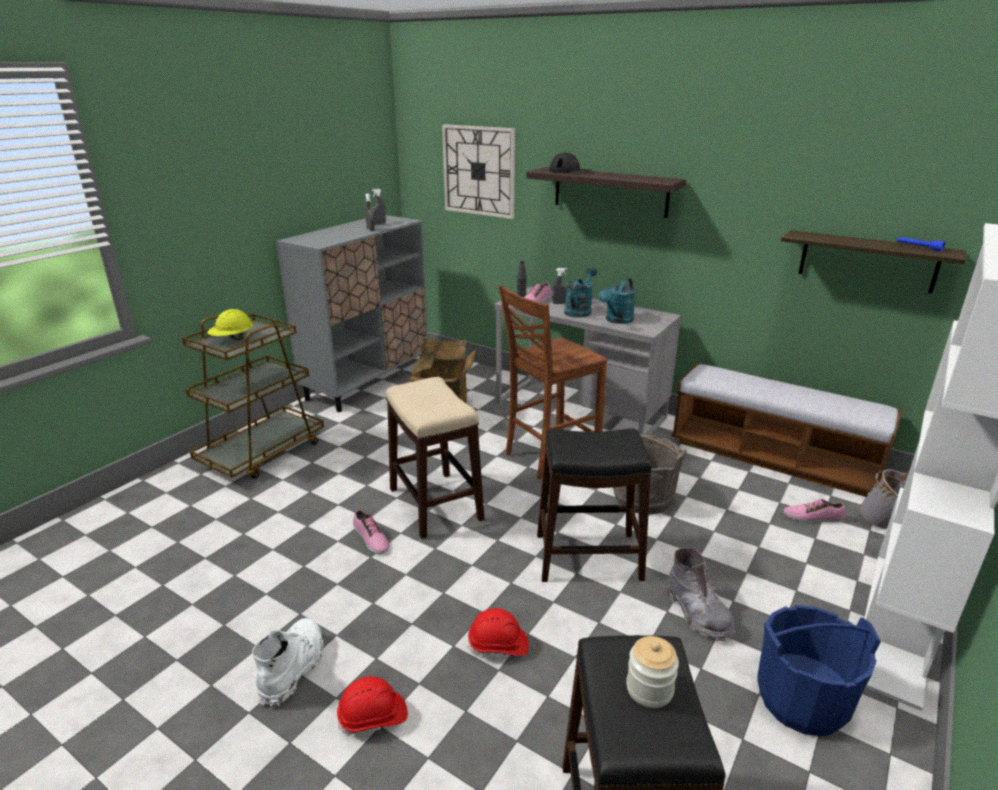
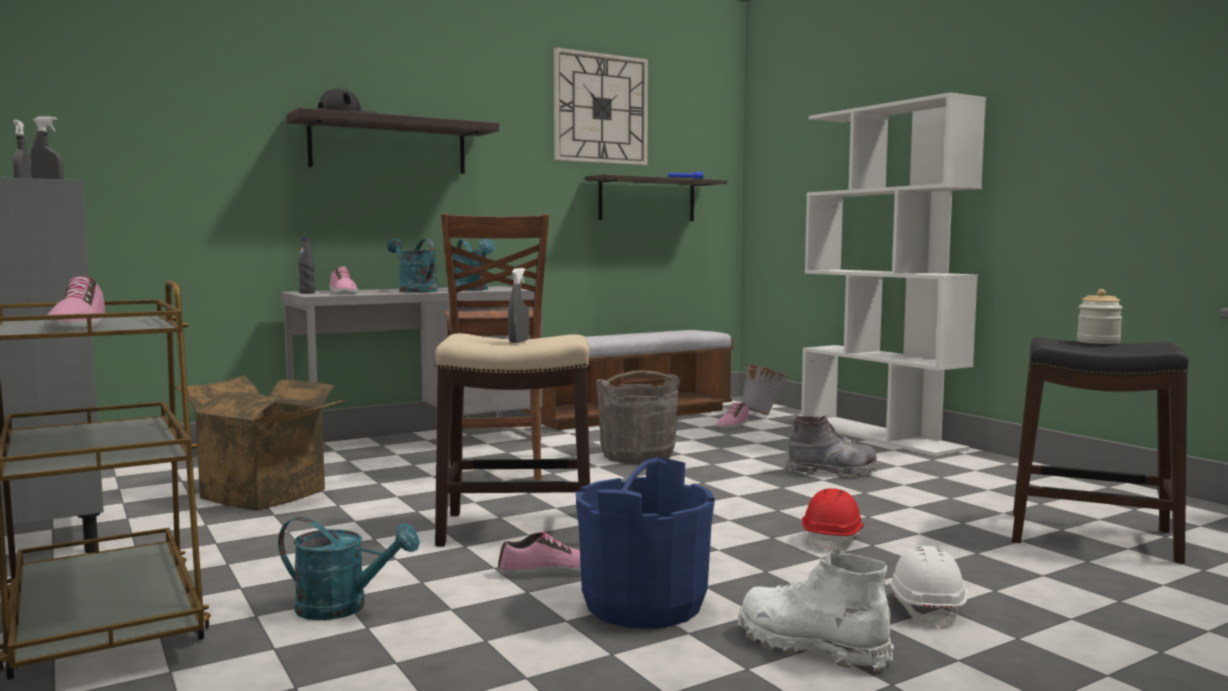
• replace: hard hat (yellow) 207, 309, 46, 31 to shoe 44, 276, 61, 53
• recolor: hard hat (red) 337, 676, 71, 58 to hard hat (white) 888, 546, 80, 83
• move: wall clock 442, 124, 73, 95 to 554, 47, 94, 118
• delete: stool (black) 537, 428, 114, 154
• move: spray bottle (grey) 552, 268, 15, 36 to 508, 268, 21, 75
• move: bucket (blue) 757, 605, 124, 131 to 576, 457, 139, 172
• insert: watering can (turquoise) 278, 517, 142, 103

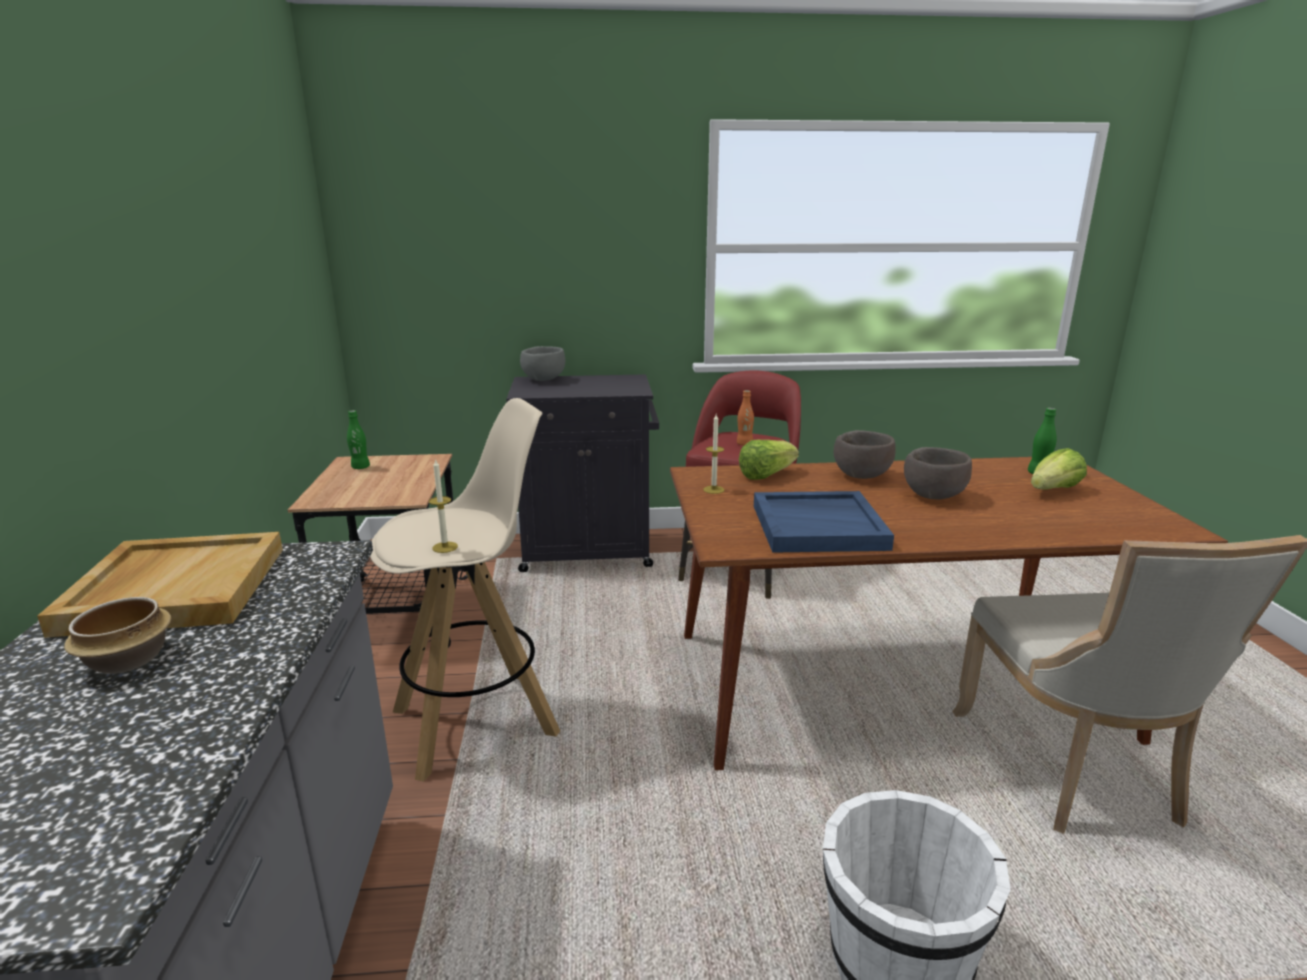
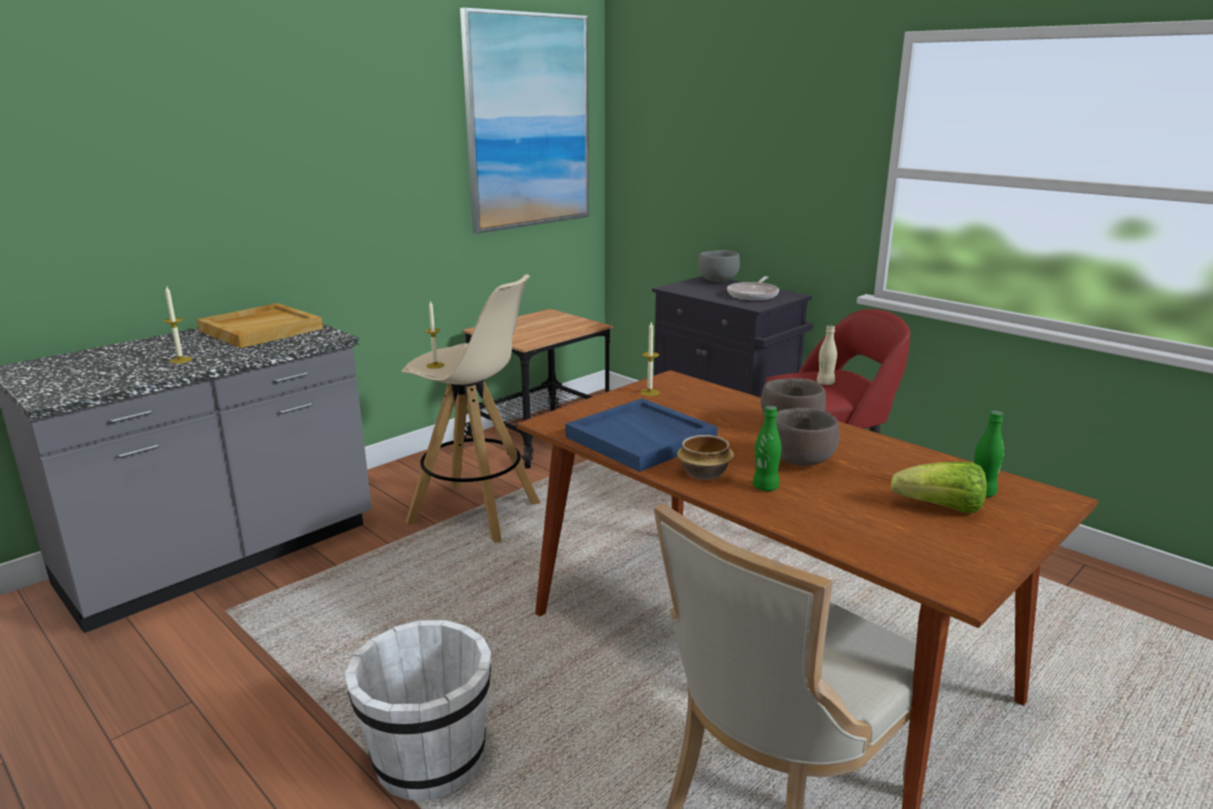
• move: bowl 64, 597, 107, 77 to 677, 435, 57, 45
• move: bottle (green) 347, 410, 23, 59 to 753, 406, 28, 85
• recolor: bottle (orange) 737, 390, 17, 56 to bottle (beige) 817, 326, 20, 59
• delete: lettuce 739, 440, 60, 40
• insert: candle 163, 285, 29, 79
• insert: picture 460, 7, 129, 227
• insert: frying pan 727, 276, 52, 24

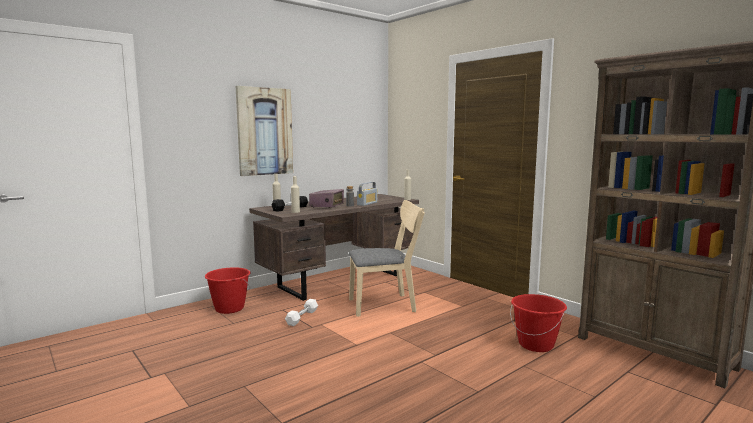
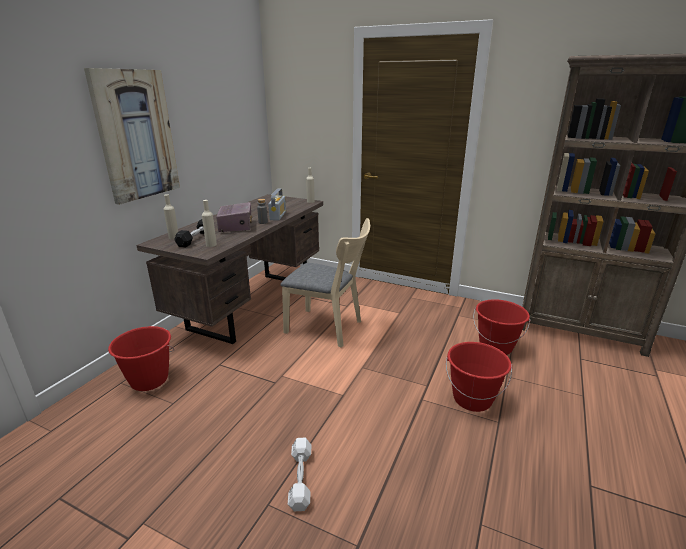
• move: dumbbell (white) 285, 299, 33, 27 to 288, 438, 23, 73
• rotate: chair (beige) 349, 200, 76, 117 = 281, 218, 90, 130 60 degrees clockwise
• insert: bucket (red) 446, 342, 66, 70

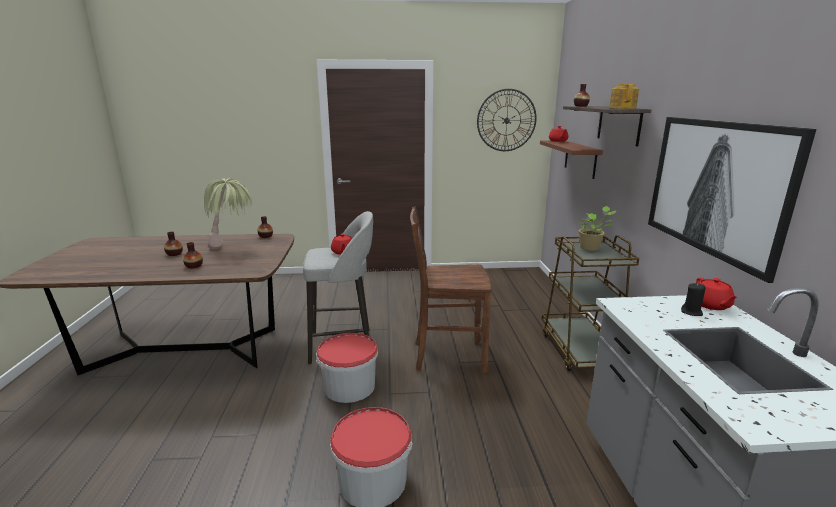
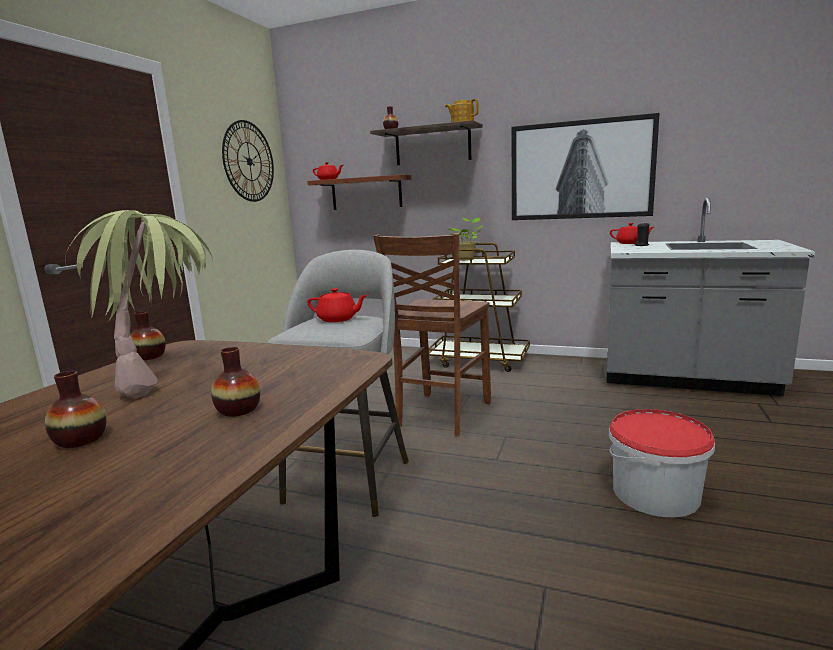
• delete: bucket 317, 333, 61, 70

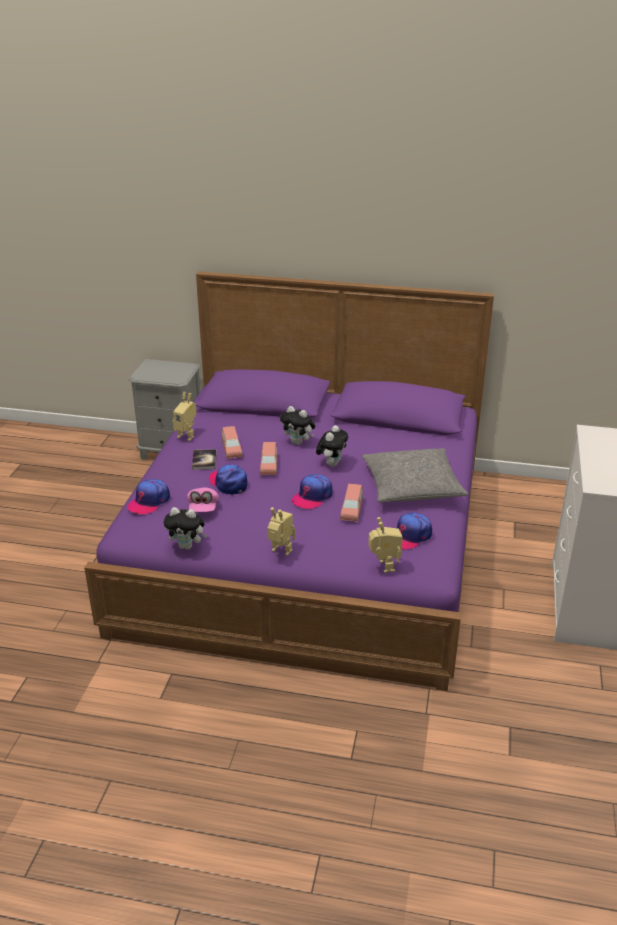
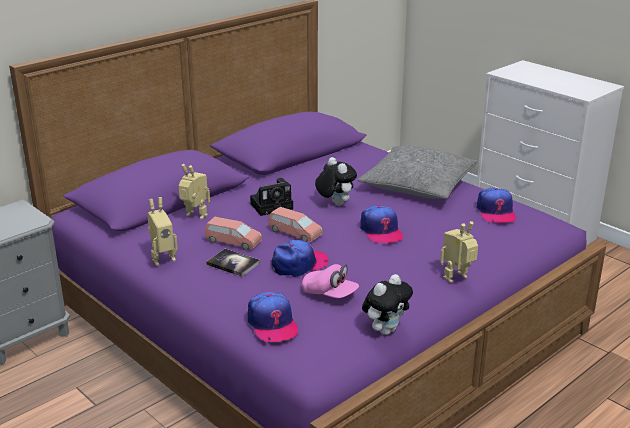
• rotate: cap 209, 465, 38, 30 = 272, 240, 57, 37 150 degrees clockwise
• replace: plush toy 280, 406, 35, 39 to photo camera 250, 178, 43, 38
• delete: toy car (pink) 340, 484, 23, 38
• move: toy robot 368, 517, 35, 56 to 179, 164, 31, 55

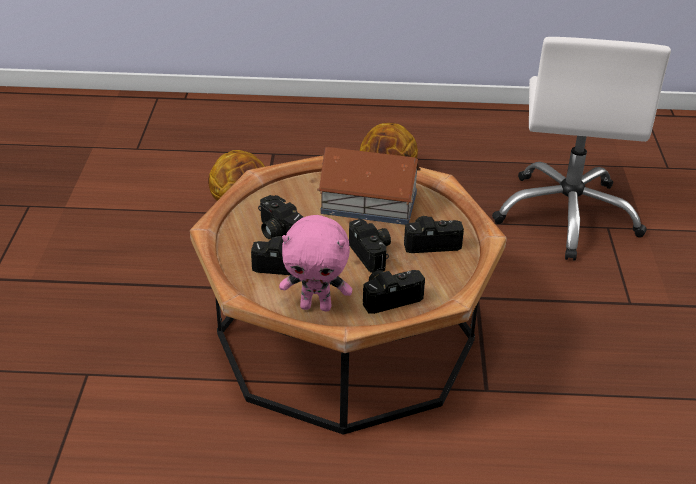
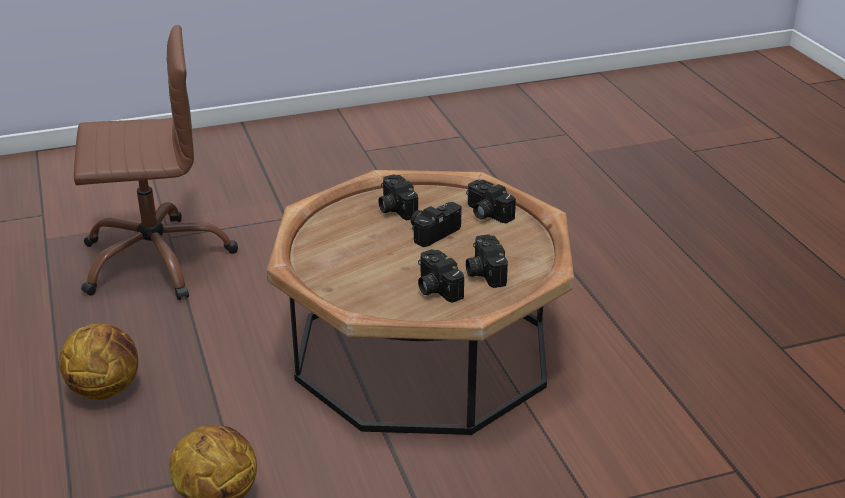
• rotate: photo camera 258, 195, 45, 44 = 418, 249, 46, 54 120 degrees clockwise
• delete: plush toy (pink) 279, 215, 73, 96
• delete: toy house 317, 147, 104, 78
• recolor: office chair (white) 492, 37, 179, 223 to office chair (brown) 74, 25, 164, 275

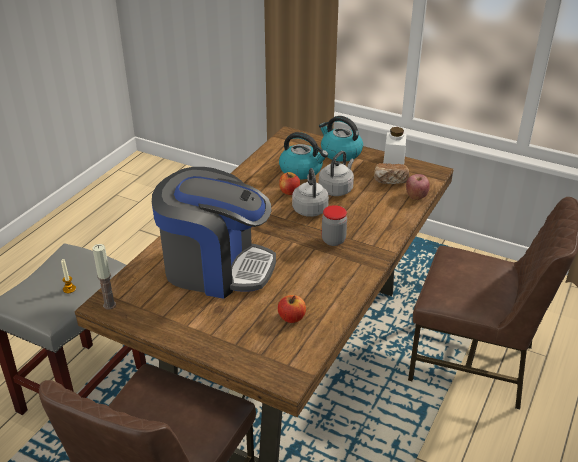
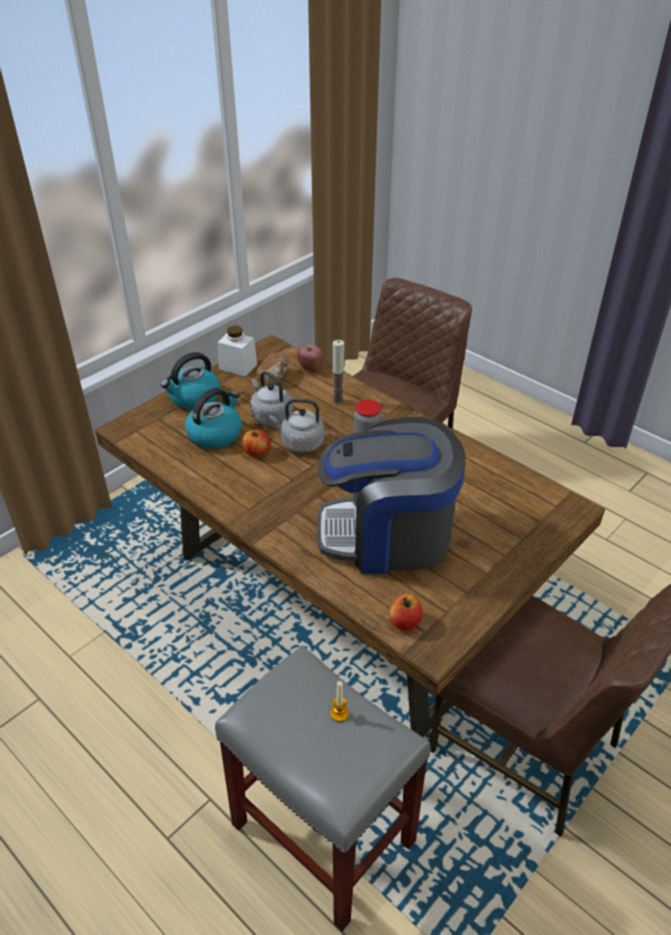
• move: candle 92, 244, 24, 65 to 332, 340, 13, 65
• rotate: coffee machine 152, 167, 124, 132 = 317, 417, 149, 157 120 degrees counterclockwise
• move: apple 278, 295, 28, 28 to 389, 594, 34, 37

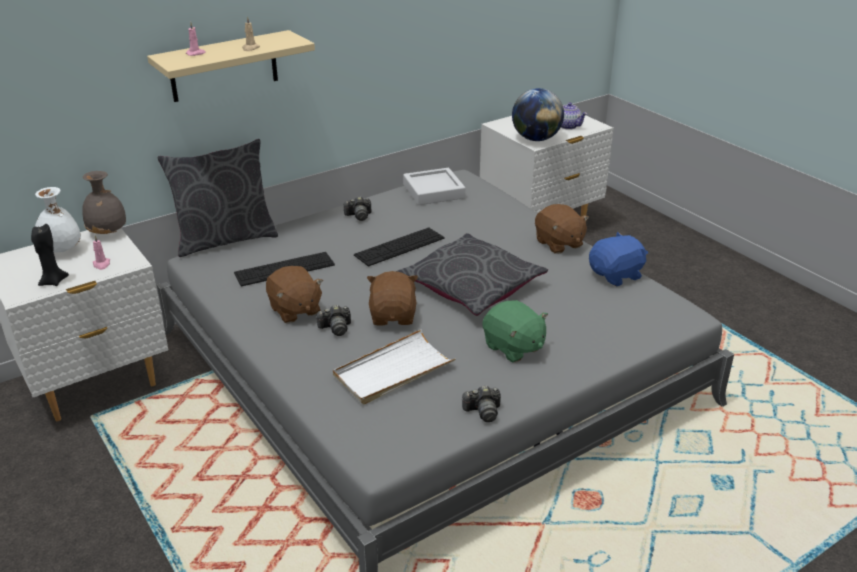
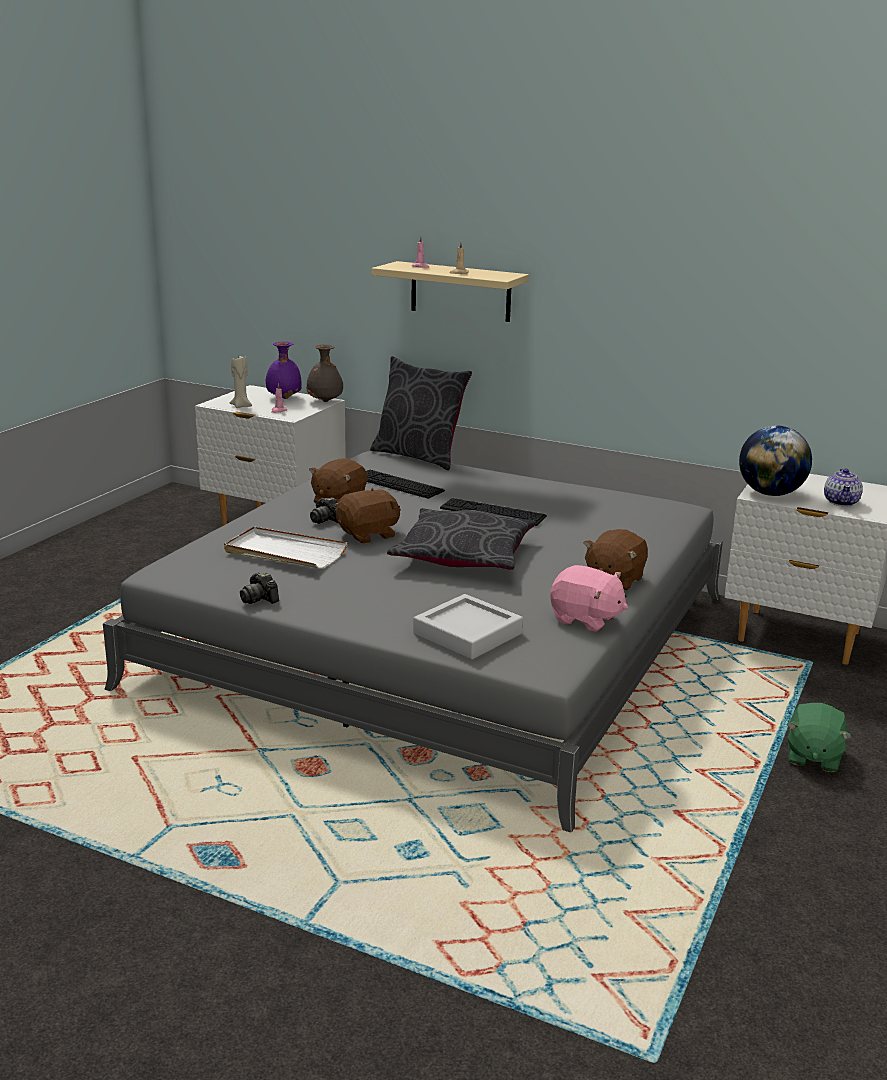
• recolor: candle (black) 31, 224, 38, 62 to candle (beige) 230, 356, 22, 52
• recolor: vase (white) 35, 187, 46, 65 to vase (purple) 266, 341, 35, 58
• delete: photo camera 343, 196, 29, 25
• move: tray (grey) 403, 168, 63, 37 to 413, 594, 110, 66
• move: plush toy (green) 483, 300, 65, 63 to 787, 703, 65, 69
• recolor: plush toy (blue) 589, 232, 59, 54 to plush toy (pink) 550, 565, 78, 67

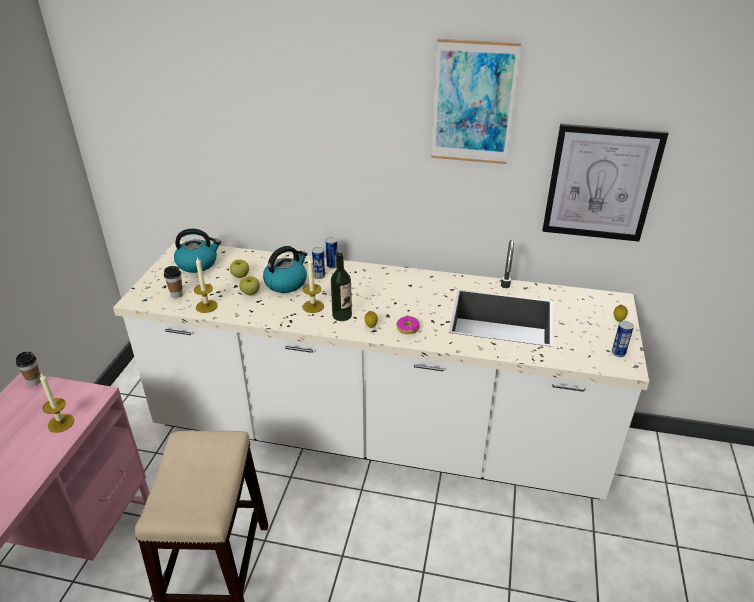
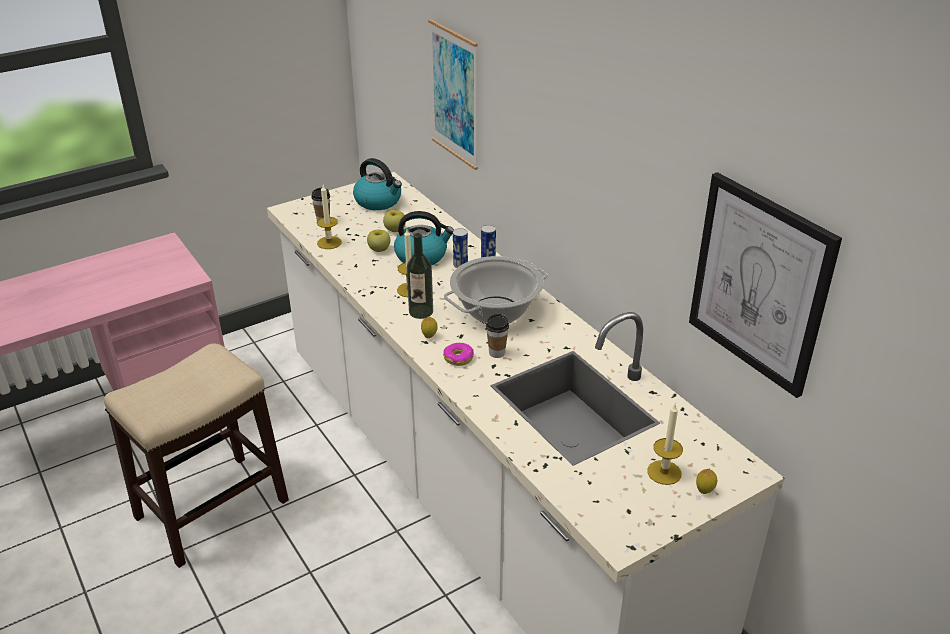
• move: cup 16, 351, 25, 35 to 486, 314, 23, 44
• move: candle 40, 374, 34, 59 to 647, 404, 36, 81
• move: picture 431, 39, 90, 125 to 428, 19, 50, 151
• delete: can 612, 321, 22, 36
• insert: cooking pot 444, 256, 104, 68

